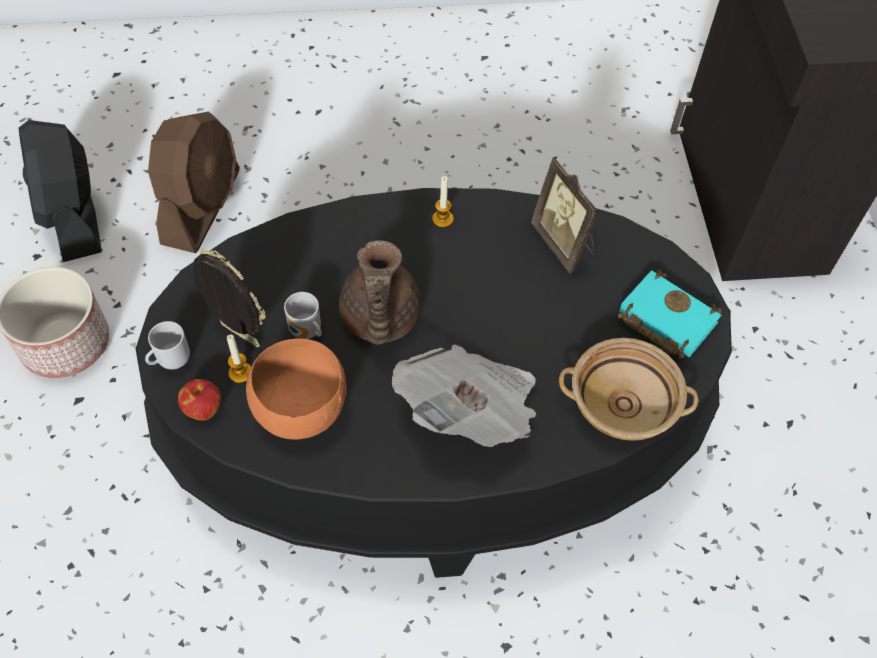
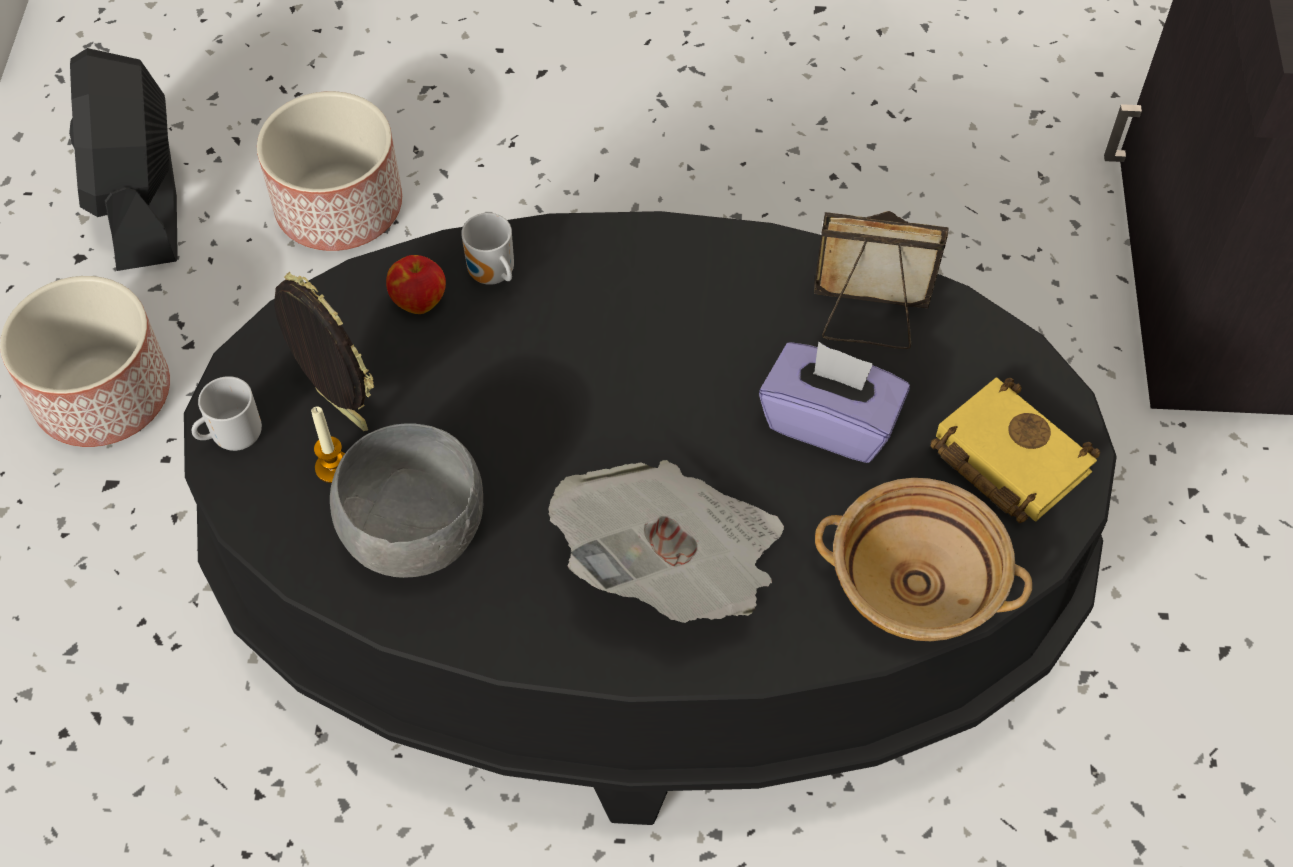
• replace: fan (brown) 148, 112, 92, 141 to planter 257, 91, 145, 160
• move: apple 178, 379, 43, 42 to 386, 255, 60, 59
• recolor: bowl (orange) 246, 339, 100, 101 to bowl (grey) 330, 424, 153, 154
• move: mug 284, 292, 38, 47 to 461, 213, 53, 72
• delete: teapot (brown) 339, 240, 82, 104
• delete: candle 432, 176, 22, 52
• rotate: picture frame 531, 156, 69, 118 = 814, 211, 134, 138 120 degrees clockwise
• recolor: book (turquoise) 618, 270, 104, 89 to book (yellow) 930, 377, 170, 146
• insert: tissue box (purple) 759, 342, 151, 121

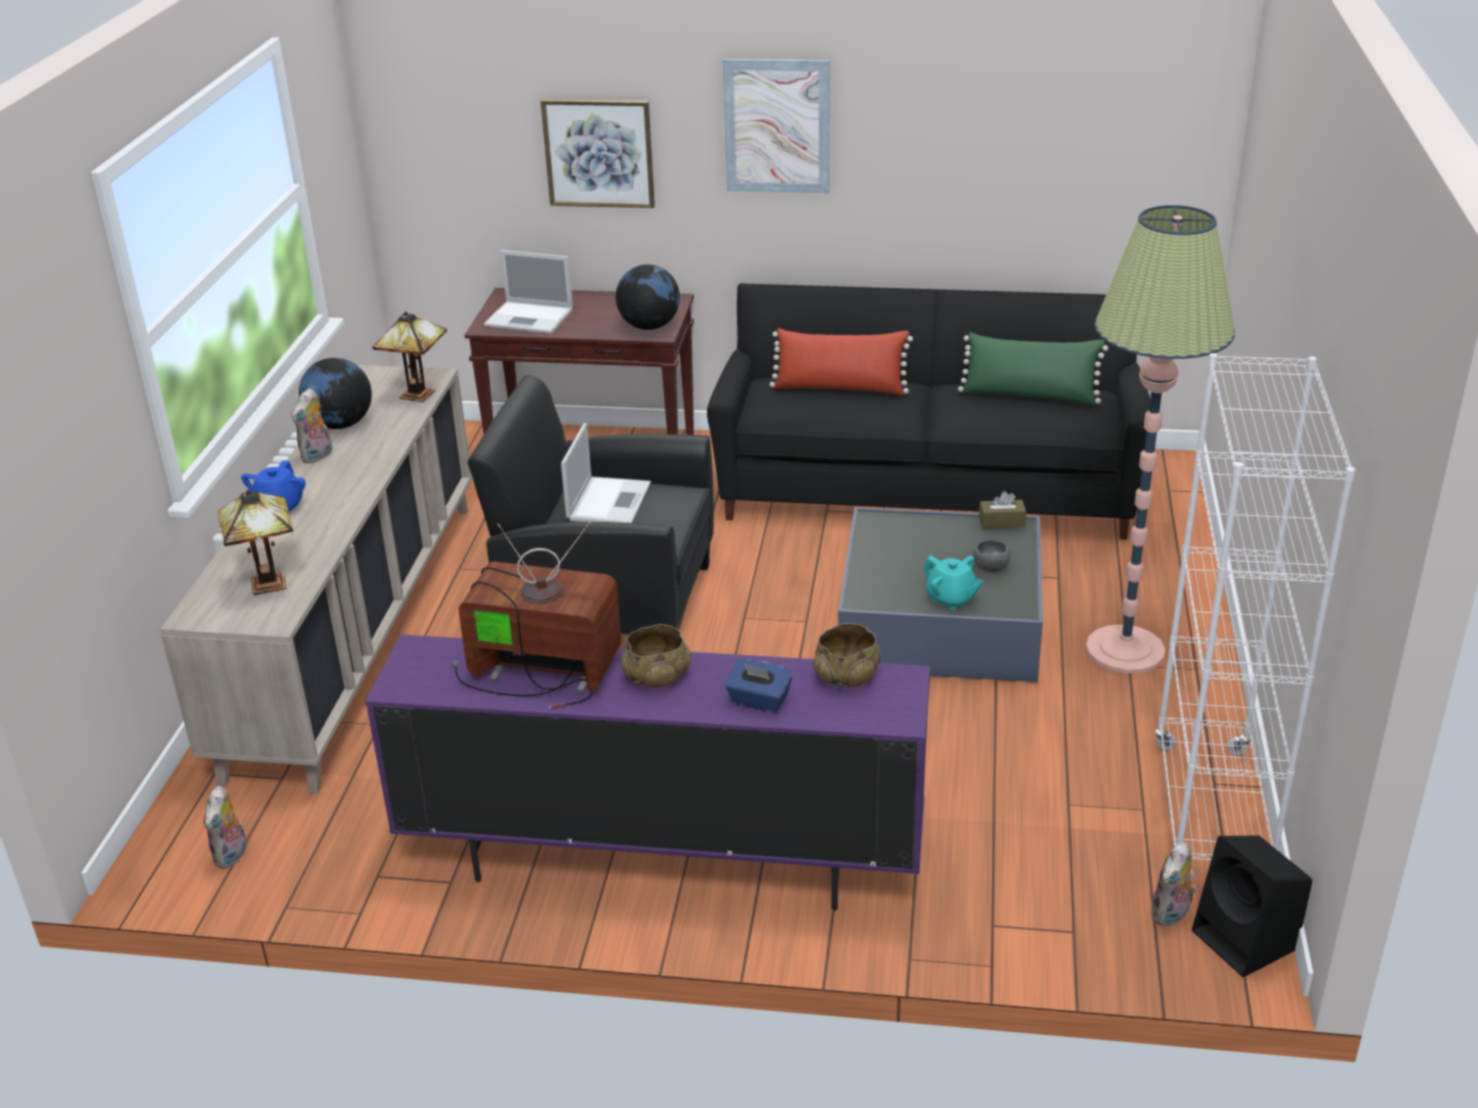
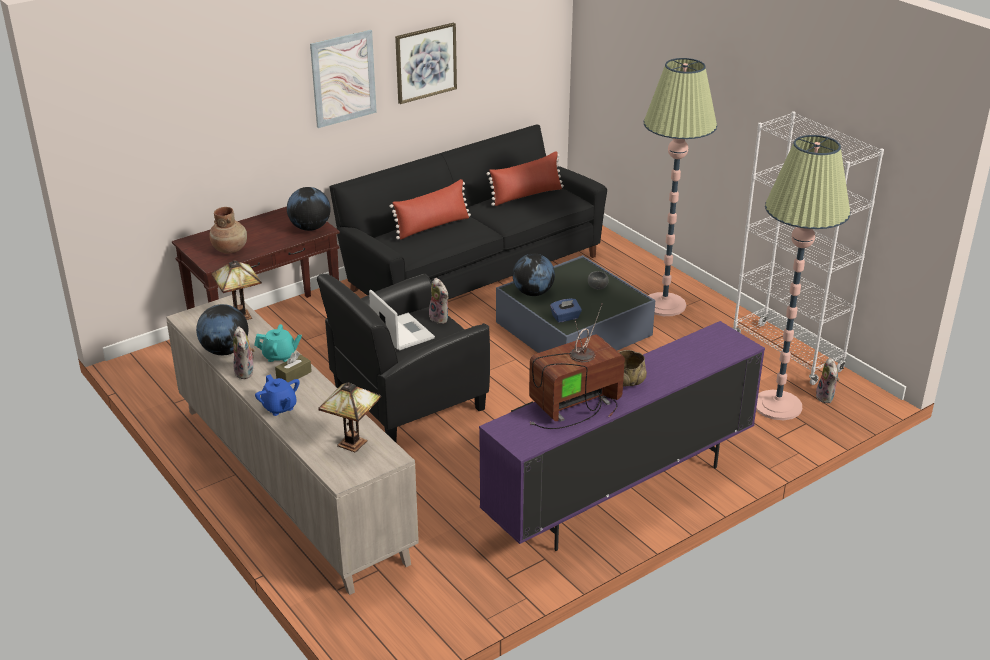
• move: plush toy 204, 786, 43, 82 to 429, 278, 20, 46
• replace: laptop 484, 250, 89, 84 to vase (brown) 209, 207, 38, 47
• move: picture 540, 99, 115, 109 to 395, 22, 62, 82
• move: tissue box (blue) 725, 659, 68, 53 to 550, 299, 32, 24
• delete: bowl (beige) 813, 623, 68, 64
• move: teapot (turquoise) 923, 556, 61, 54 to 254, 324, 48, 38
• recolor: pillow (green) 958, 332, 150, 73 to pillow (red) 487, 151, 77, 55
• move: tissue box (brown) 979, 491, 47, 38 to 275, 352, 37, 30
• delete: speaker (black) 1192, 836, 120, 141
• insert: globe 512, 254, 43, 42
• insert: floor lamp 756, 135, 94, 285

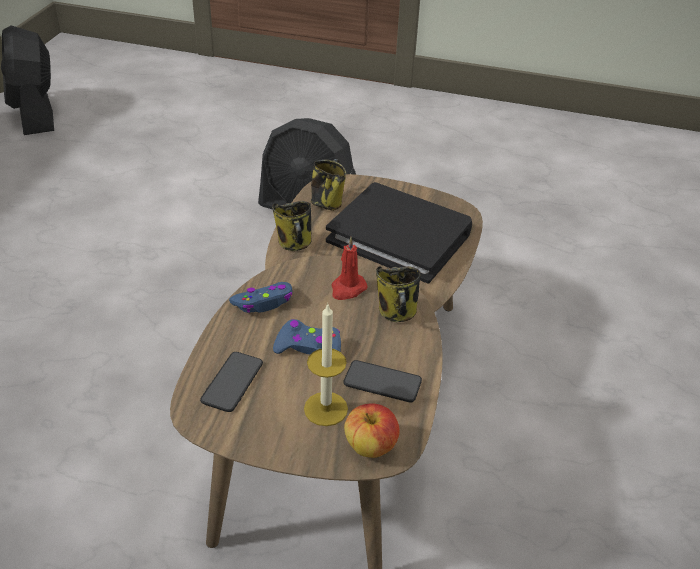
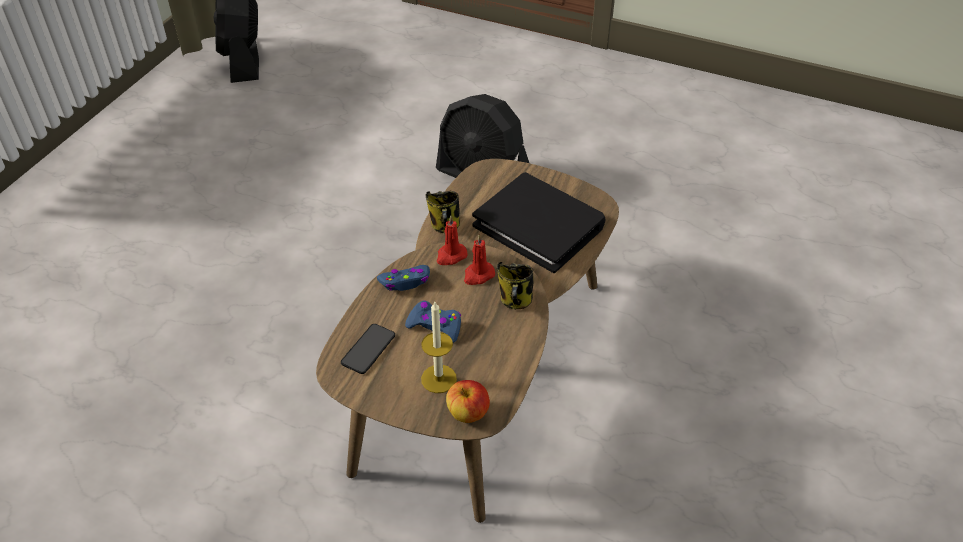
• delete: mug 311, 159, 35, 52
• delete: phone 344, 360, 78, 43
• insert: candle (red) 437, 215, 30, 50

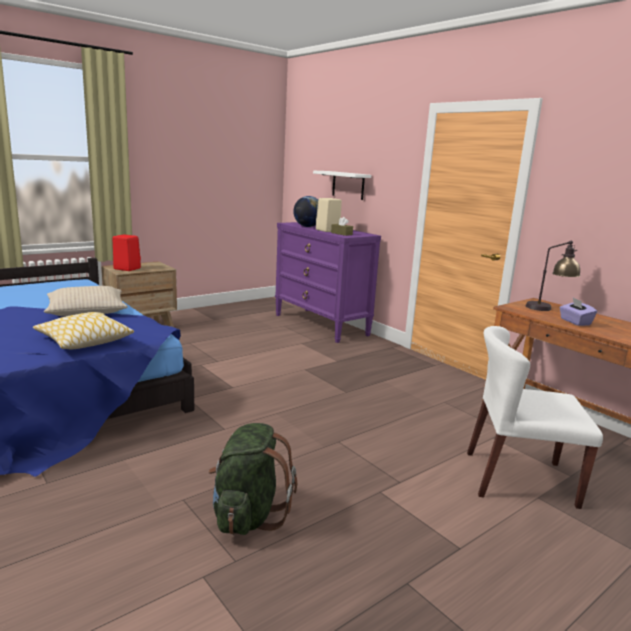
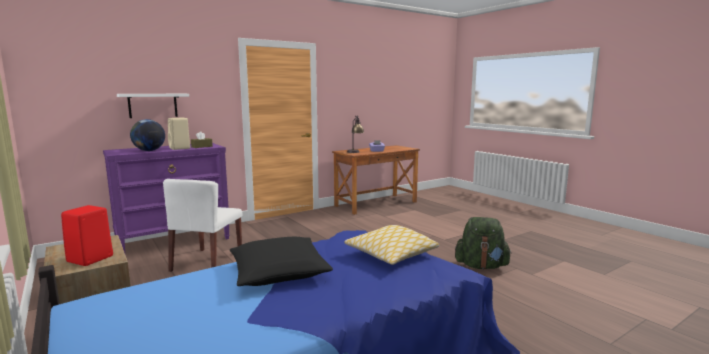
• recolor: pillow (beige) 44, 286, 84, 30 to pillow (black) 230, 237, 103, 49
• move: chair (white) 467, 326, 136, 183 to 163, 179, 79, 93

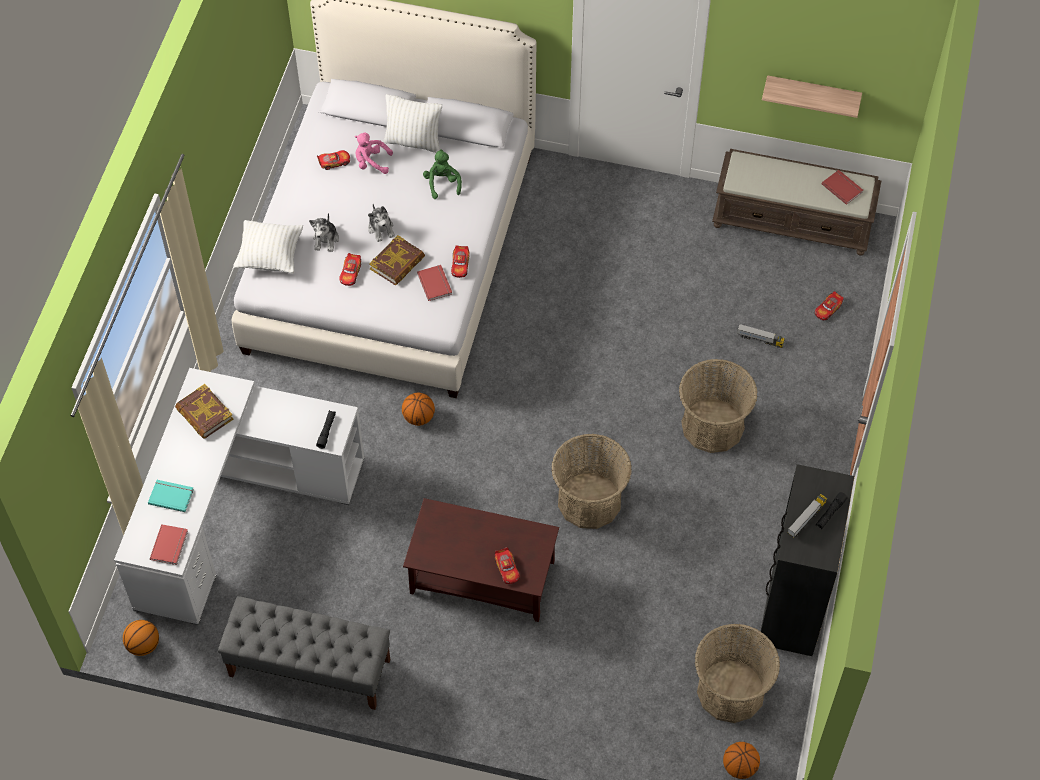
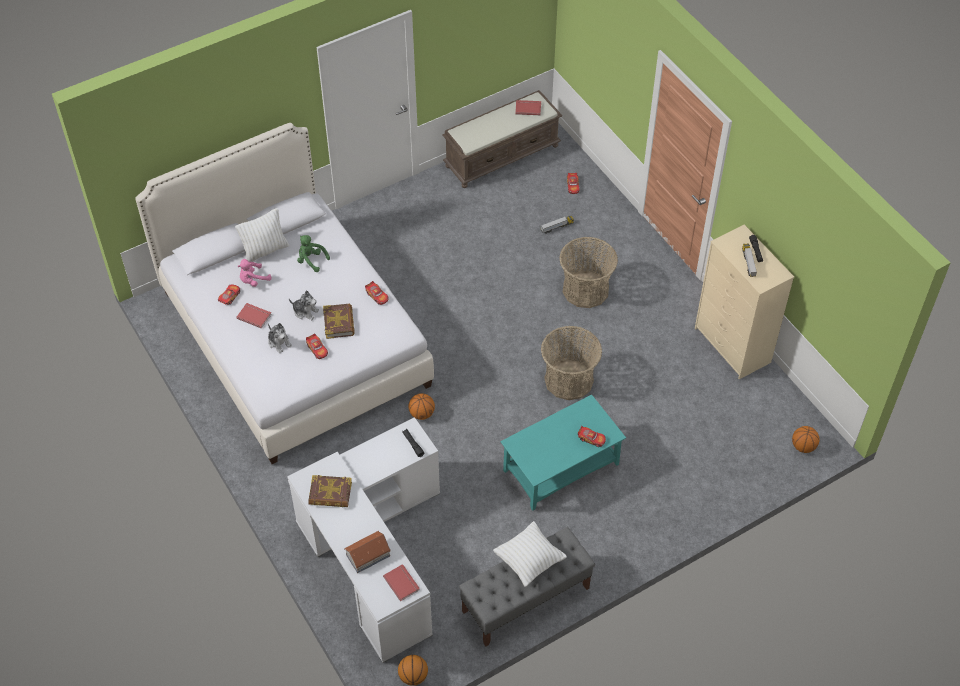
• replace: book (turquoise) 148, 480, 46, 32 to toy house 344, 531, 47, 42
• move: pillow (white) 233, 220, 70, 54 to 493, 521, 74, 66
• recolor: coffee table (brown) 403, 498, 156, 124 to coffee table (turquoise) 500, 394, 126, 117
• move: book (red) 417, 265, 35, 36 to 236, 303, 35, 25
• delete: basket 695, 624, 85, 99
• recolor: dresser (black) 760, 464, 94, 192 to dresser (beige) 695, 225, 99, 154
• delete: shelf 762, 75, 100, 43

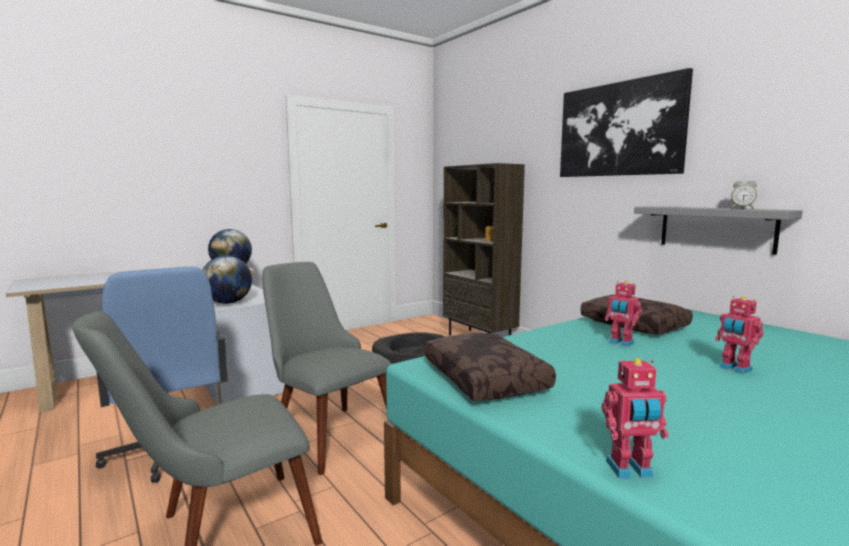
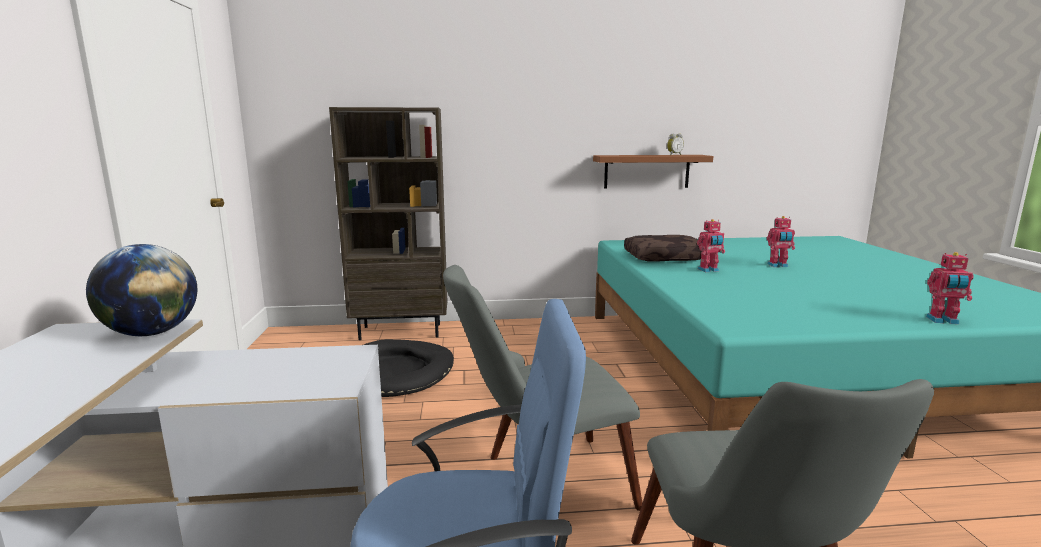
• delete: globe 203, 256, 49, 48
• delete: pillow (brown) 425, 332, 131, 69
• delete: picture 560, 68, 133, 109
• rotate: toy robot 602, 358, 66, 121 = 926, 252, 47, 72 75 degrees clockwise
• recolor: shelf (grey) 634, 206, 169, 49 to shelf (brown) 593, 155, 120, 34

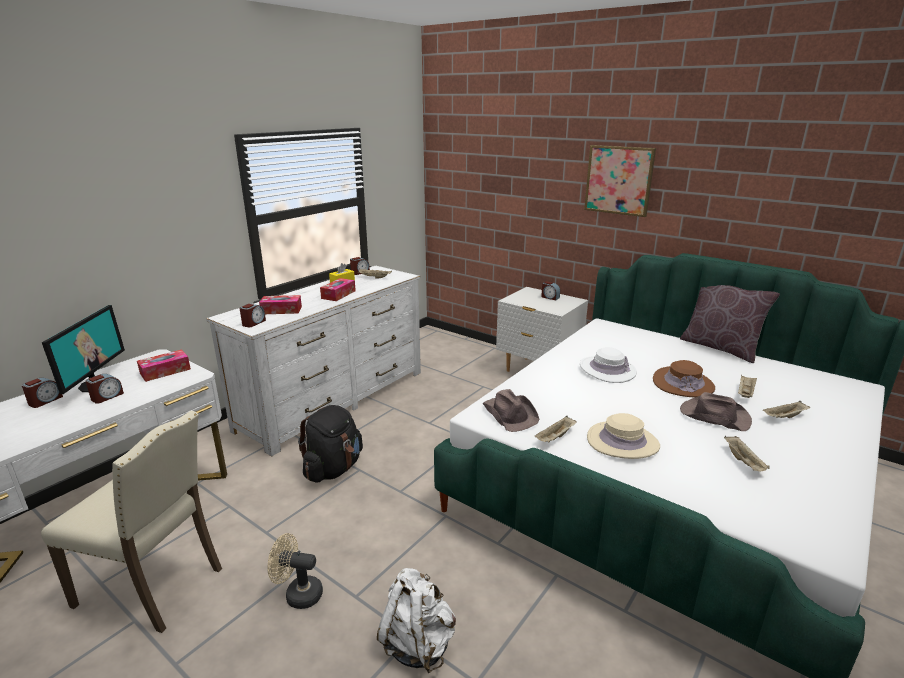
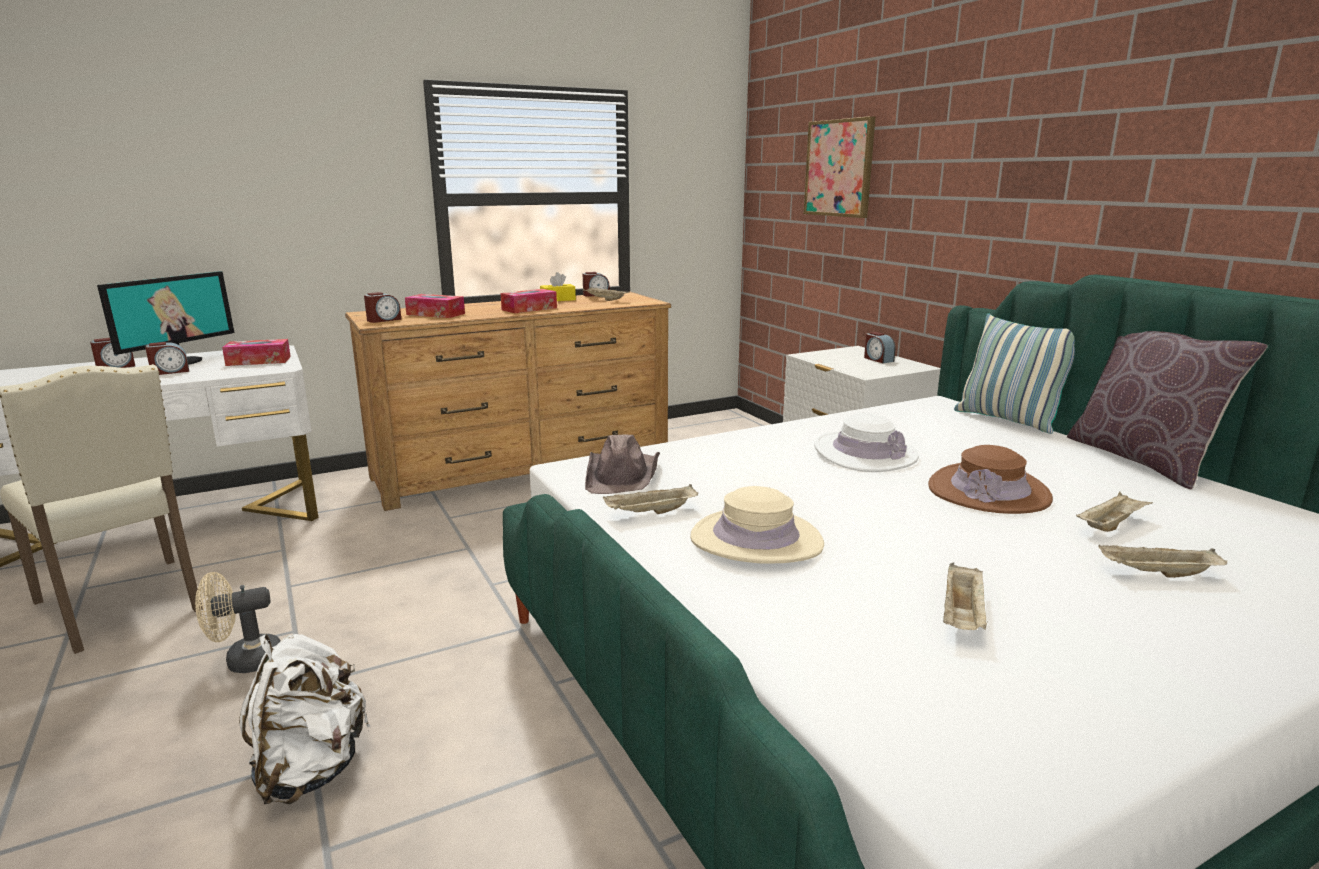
• recolor: dresser (white) 206, 266, 215, 190 to dresser (brown) 345, 292, 326, 219
• rotate: fan (beige) 268, 533, 55, 76 = 195, 572, 86, 101 60 degrees counterclockwise
• delete: backpack (black) 298, 405, 65, 78
• move: picture 584, 145, 72, 72 to 803, 116, 73, 102
• delete: hat (brown) 680, 392, 72, 39
• insert: pillow 954, 313, 121, 121

